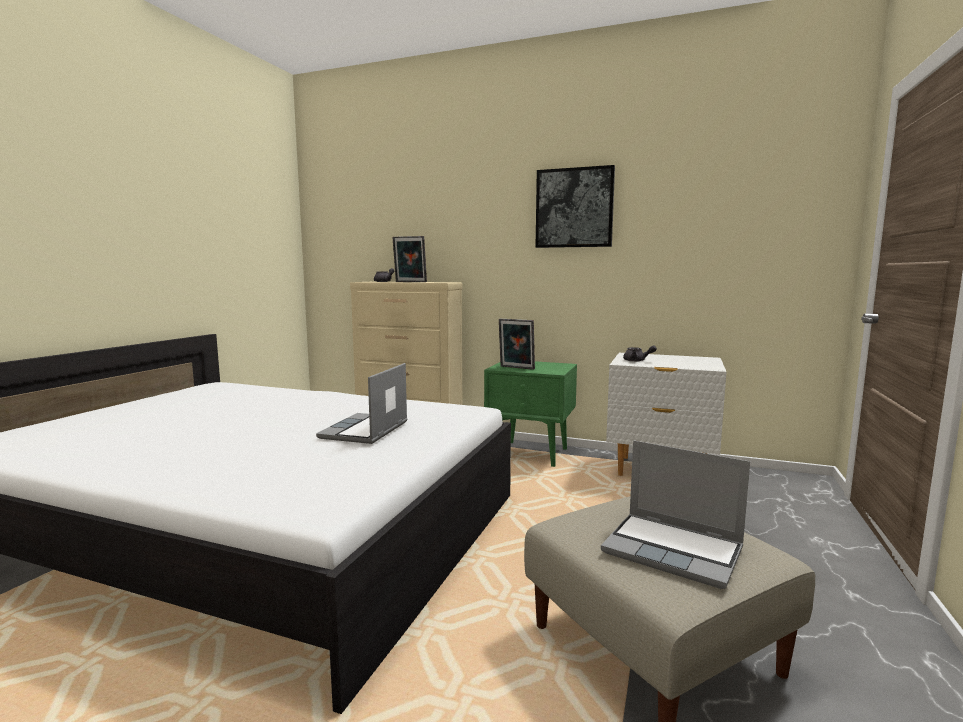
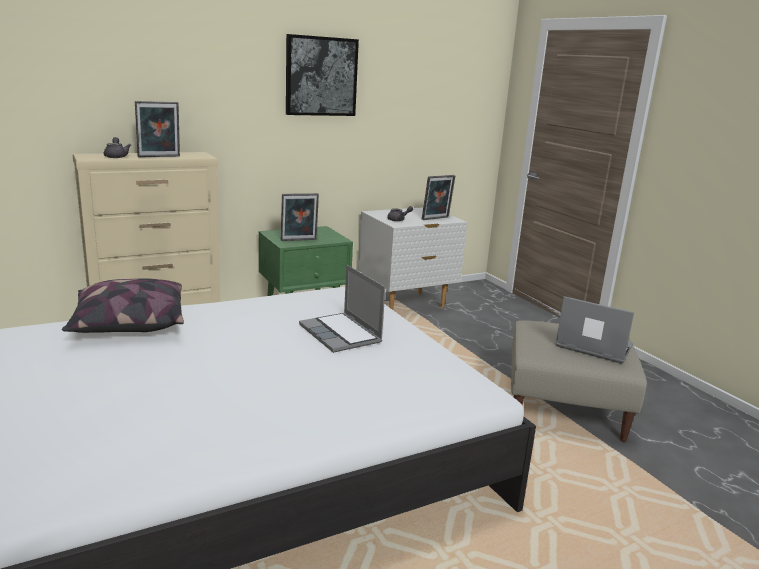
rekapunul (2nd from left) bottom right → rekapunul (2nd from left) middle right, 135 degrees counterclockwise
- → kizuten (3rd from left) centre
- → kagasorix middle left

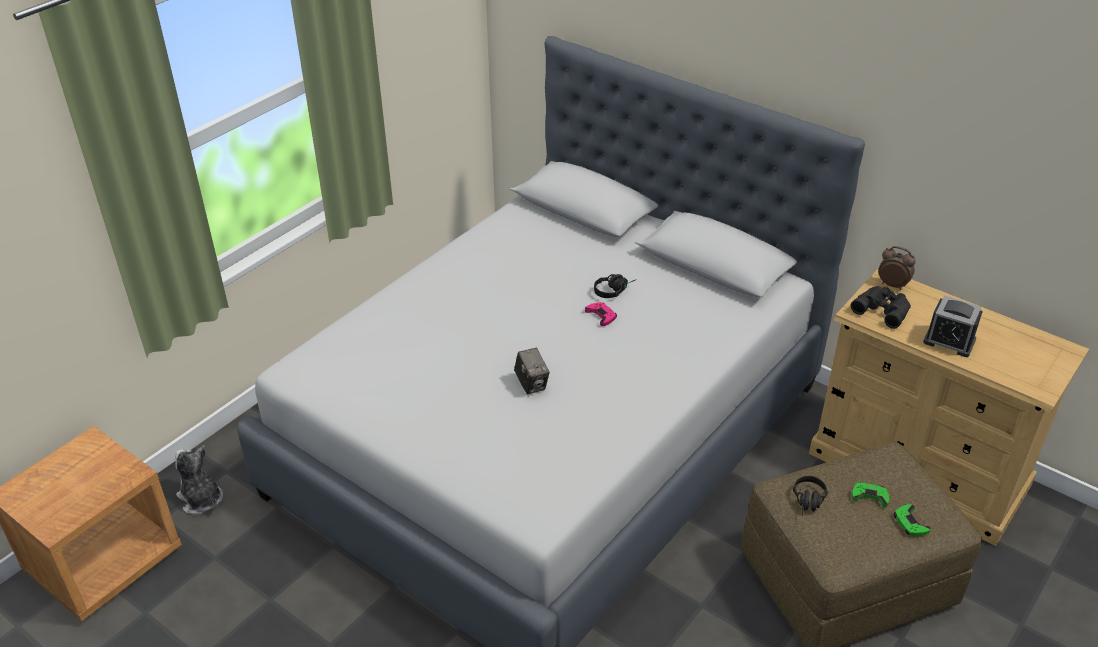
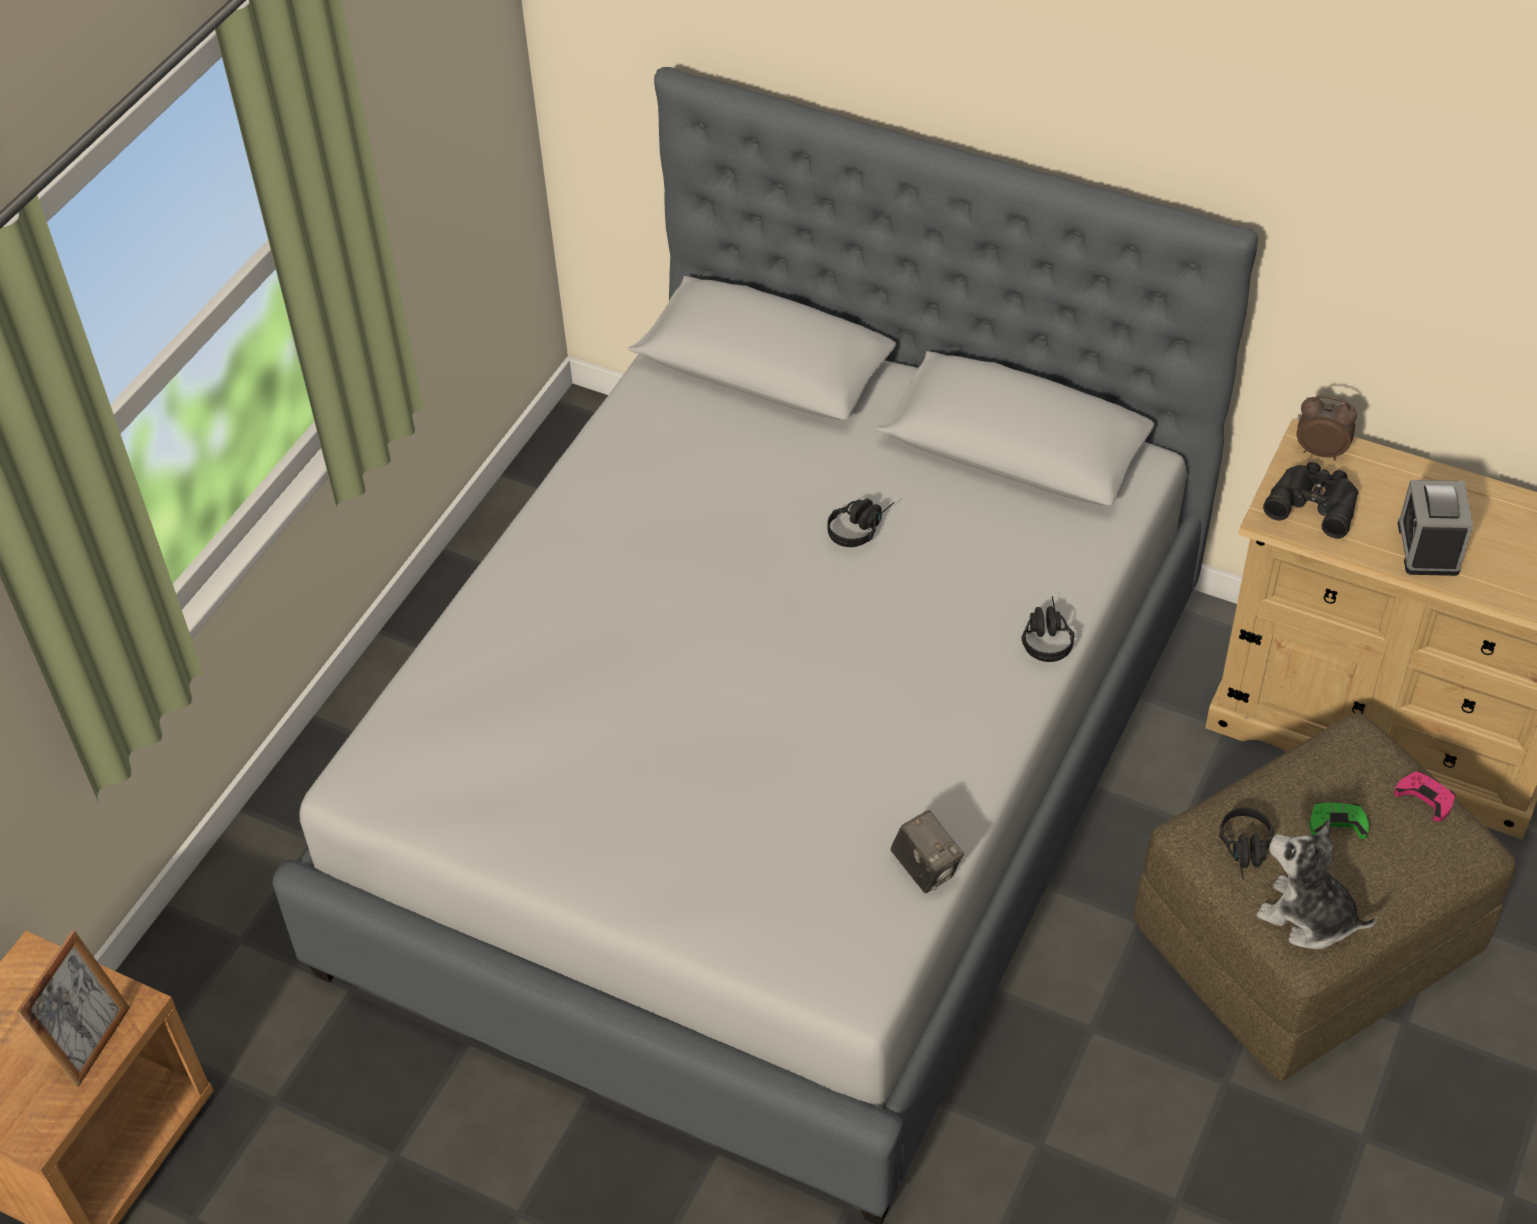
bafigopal (2nd from left) middle right, 75 degrees clockwise
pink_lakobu centre → pink_lakobu middle right, move
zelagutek centre → zelagutek bottom centre, move
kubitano bottom left → kubitano bottom right, move
green_lakobu (2nd from left) bottom right → -
- → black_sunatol (2nd from left) middle right
- → kizuten bottom left

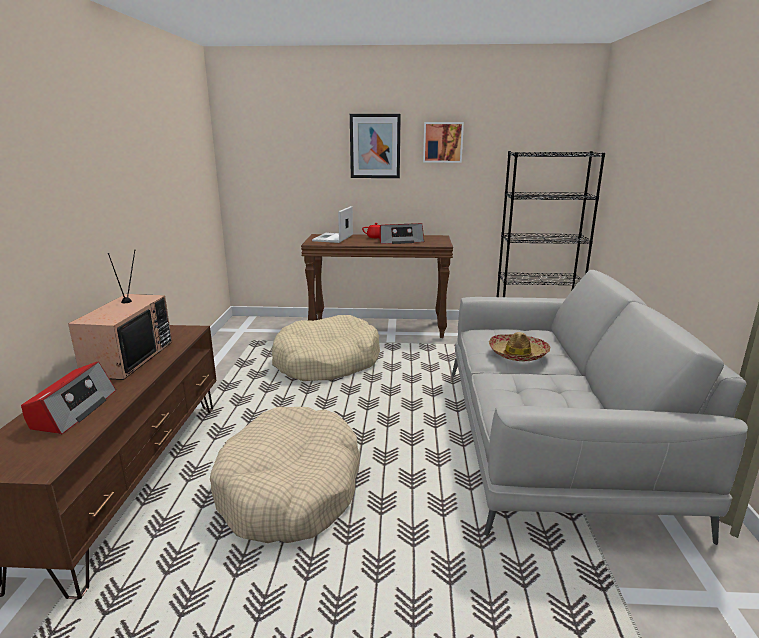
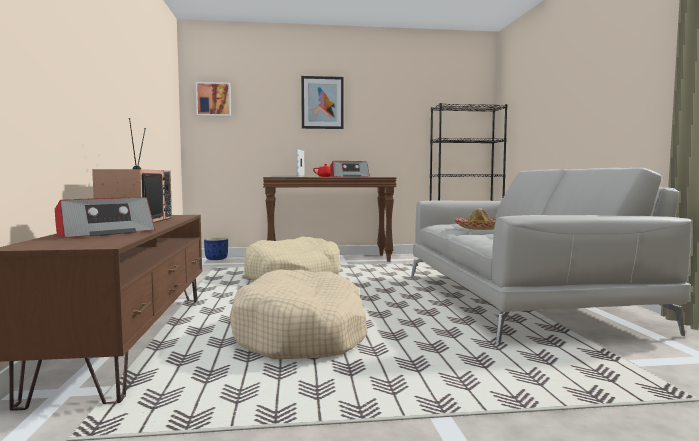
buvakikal (2nd from left in the first image) top centre → buvakikal (1st from left) top left, move
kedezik (1st from left) middle left, 45 degrees clockwise
- → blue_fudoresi middle left

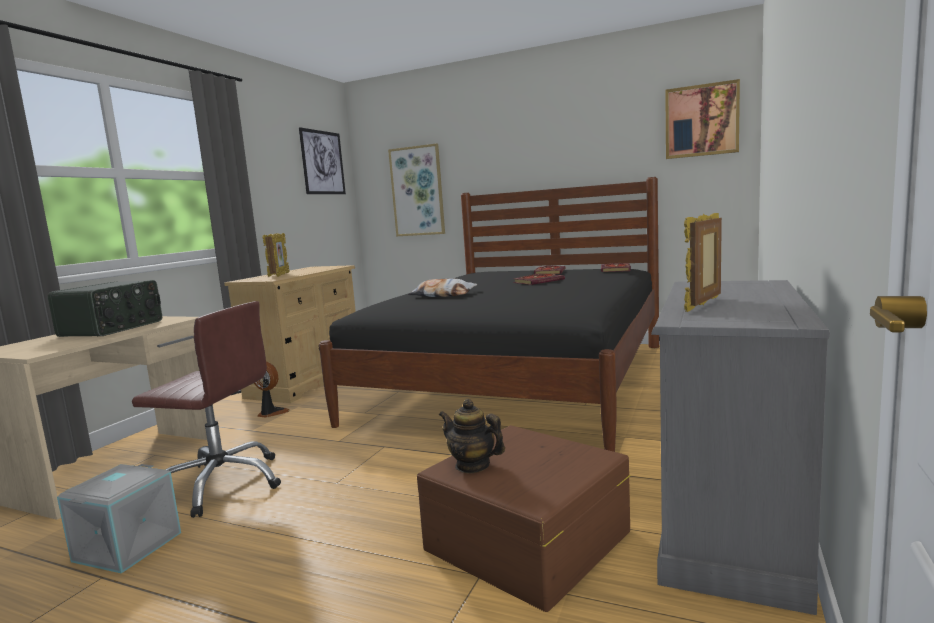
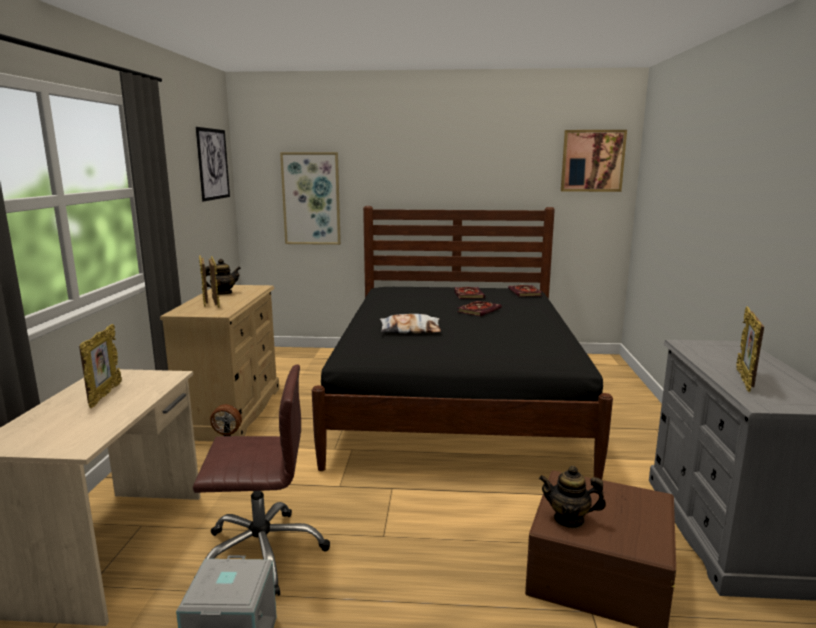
kedezik middle left → kizuten (1st from left) middle left
- → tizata (1st from left) middle left

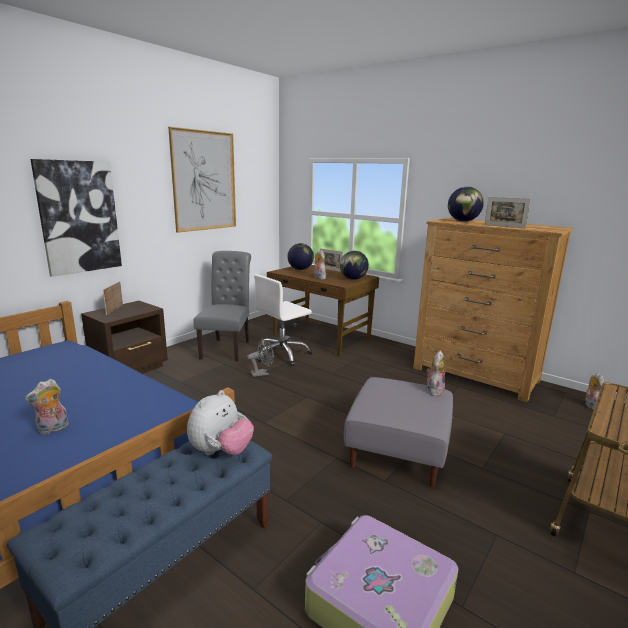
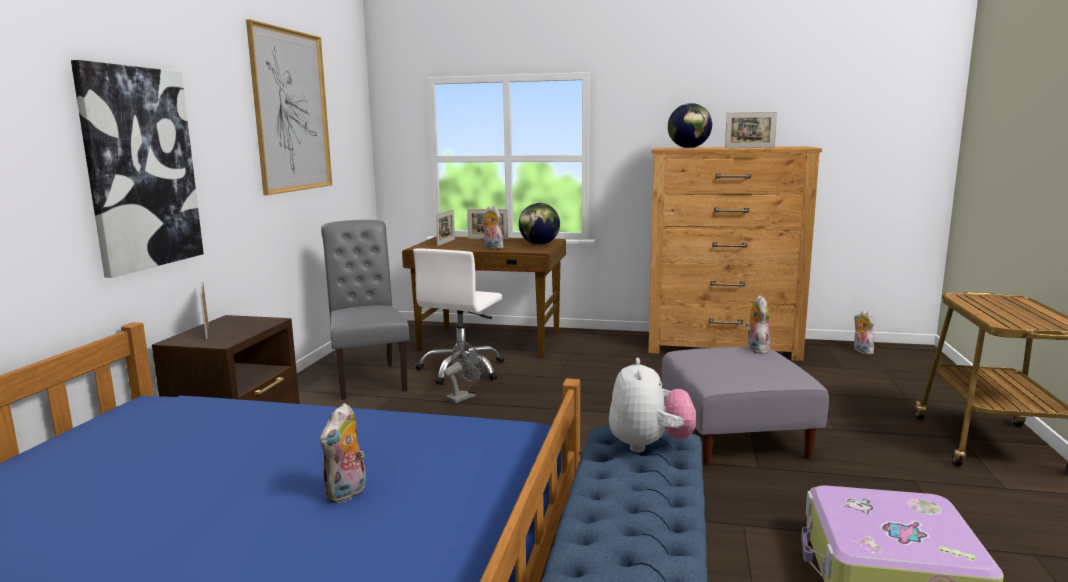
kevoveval (1st from left) centre → kizuten (2nd from left) centre

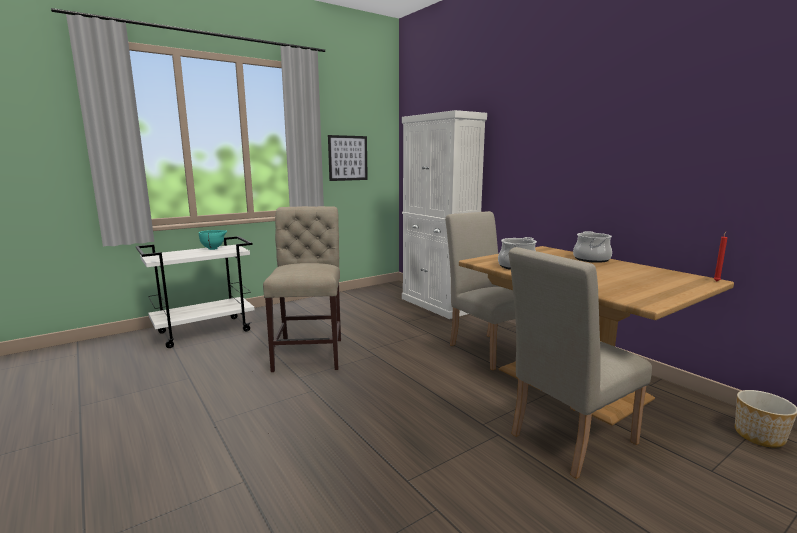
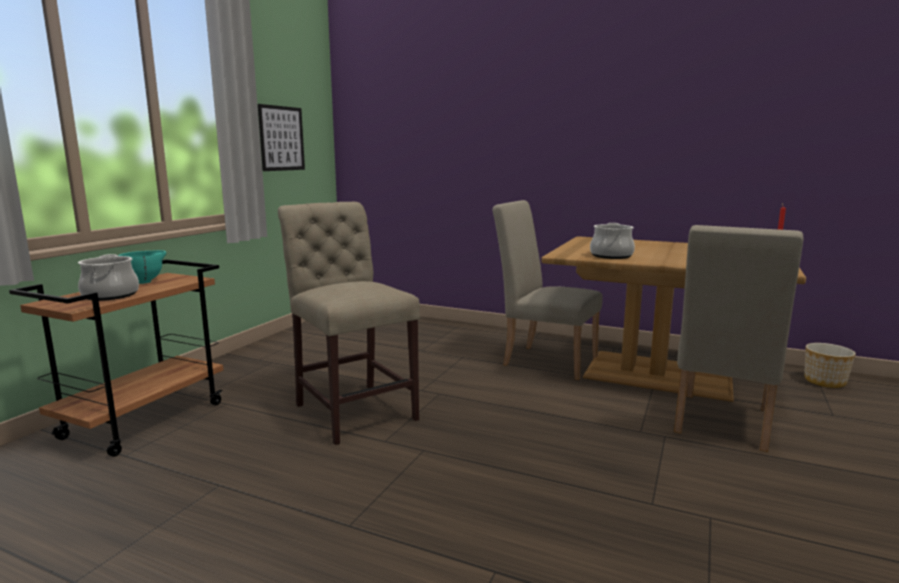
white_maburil centre → -
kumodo (2nd from left in the first image) middle right → kumodo (1st from left) middle left, move
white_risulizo middle left → brown_risulizo middle left

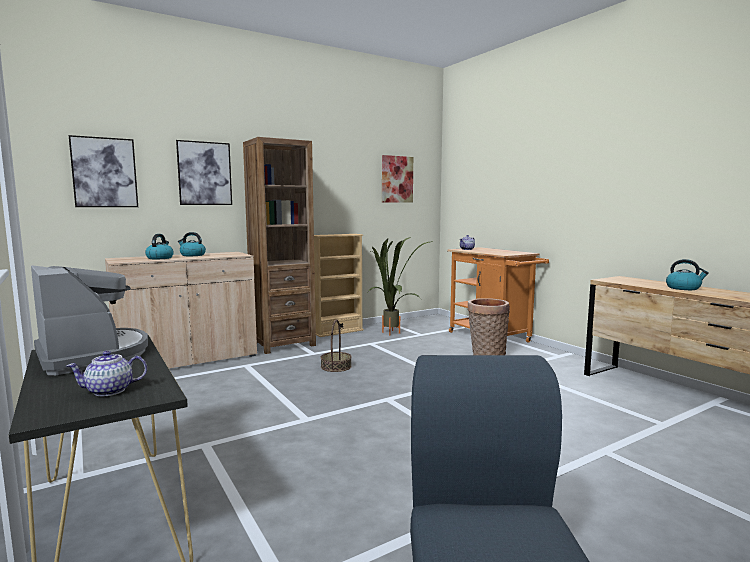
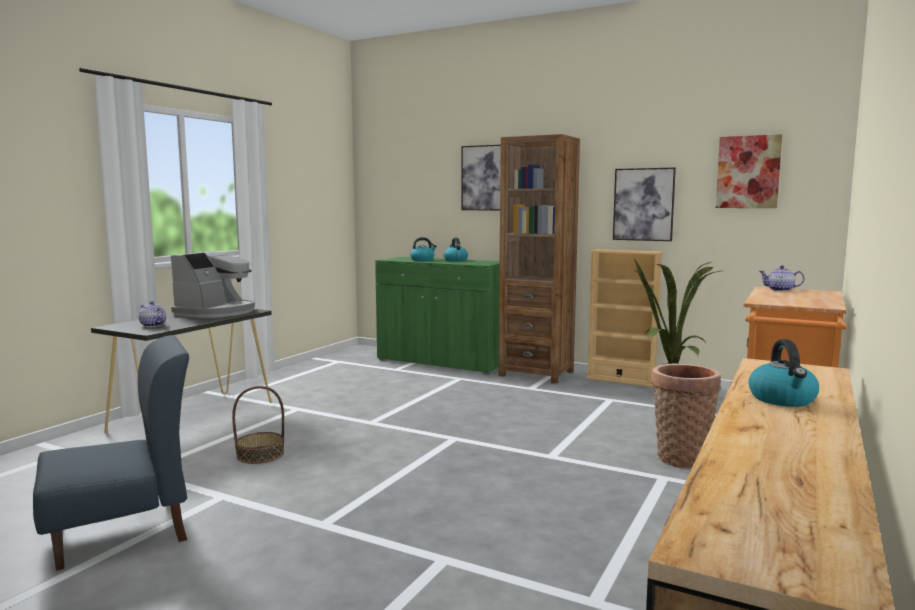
buvakikal (1st from left in the first image) top left → buvakikal (2nd from left) middle right, move
beige_maburil middle left → green_maburil centre
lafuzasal (1st from left) centre → lafuzasal (1st from left) bottom left, move

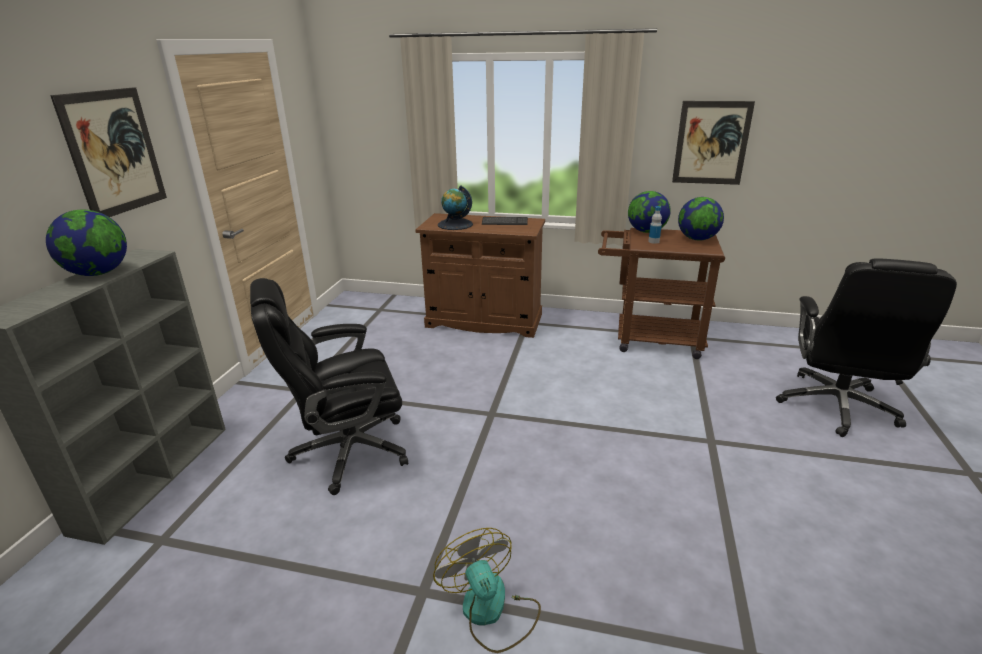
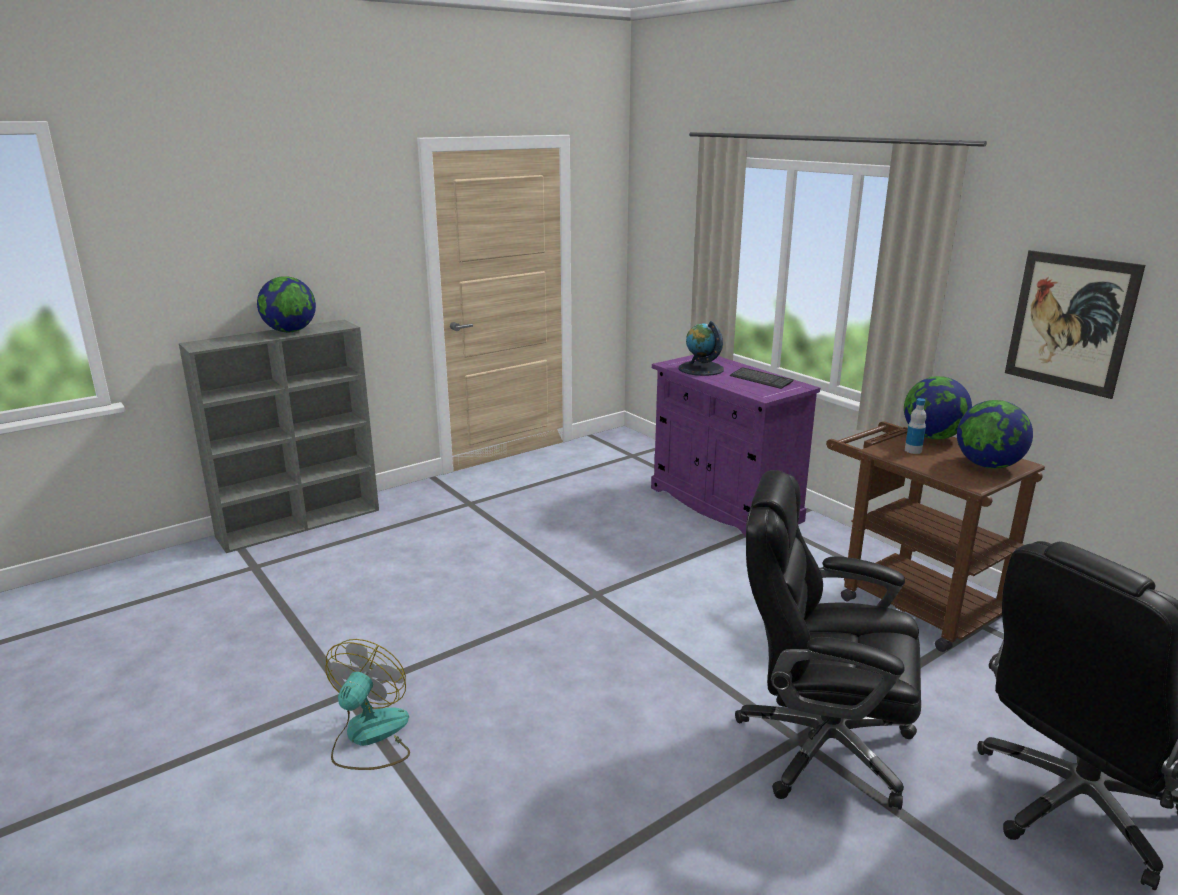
buvakikal (1st from left) top left → -
brown_maburil centre → purple_maburil centre
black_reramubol (1st from left) centre → black_reramubol (1st from left) bottom right, move

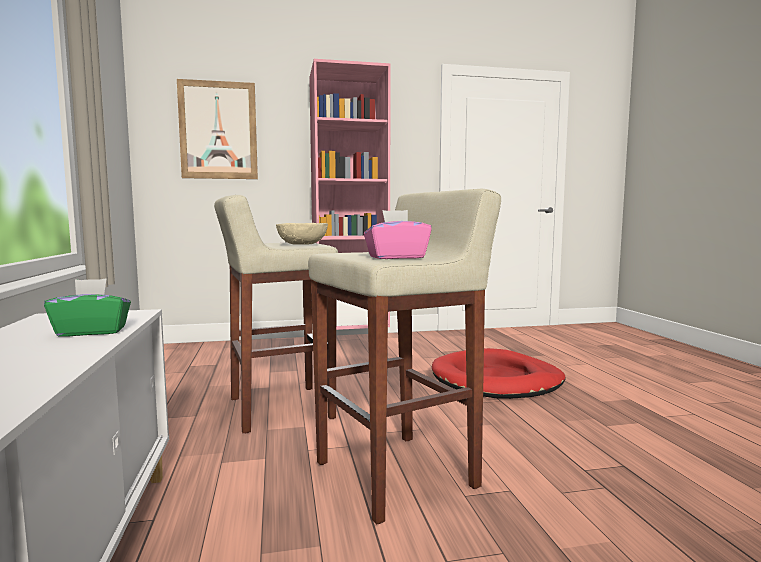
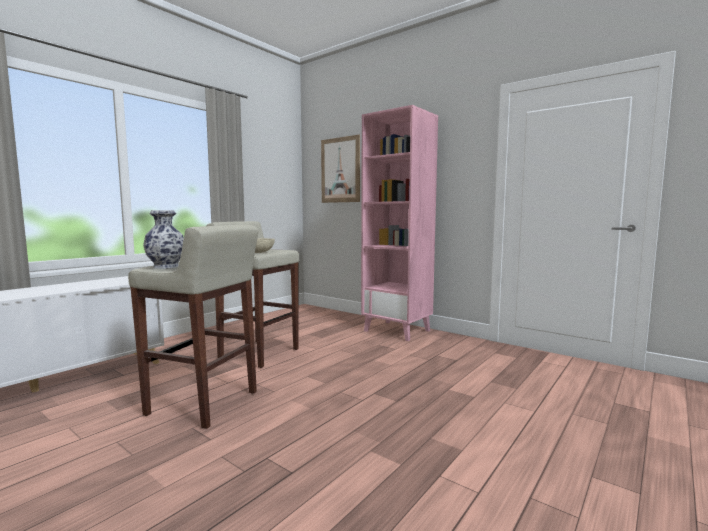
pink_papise centre → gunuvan middle left
green_papise middle left → -
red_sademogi centre → -

